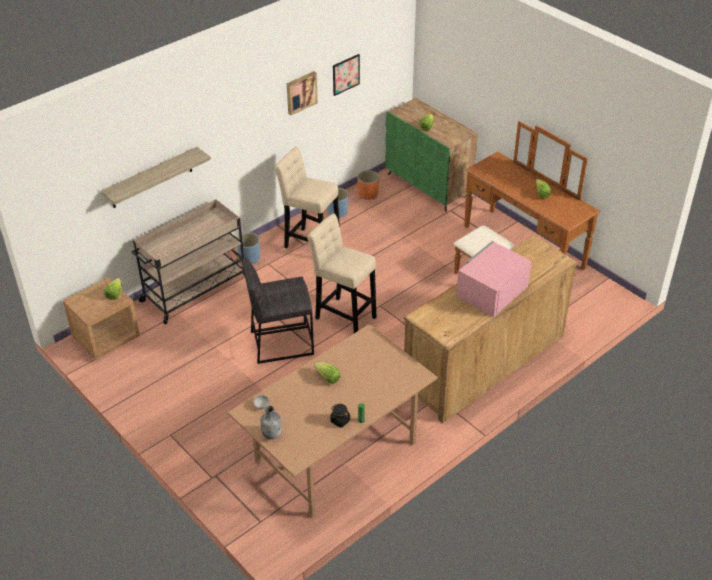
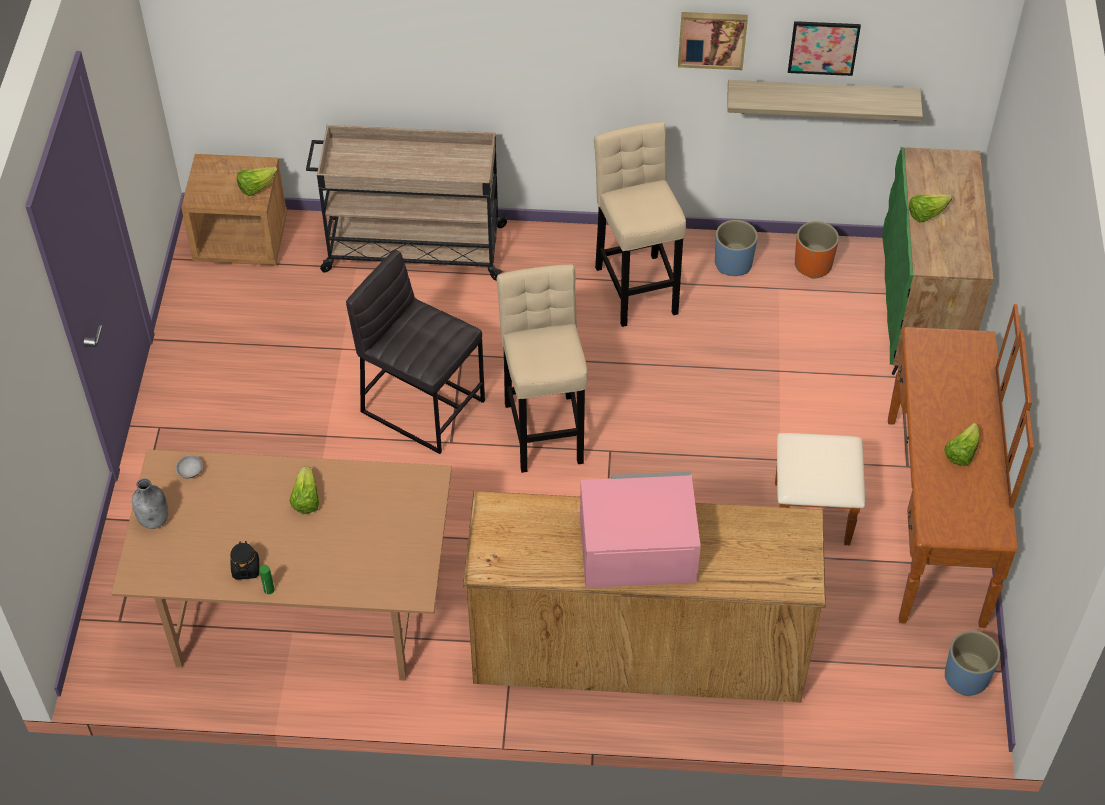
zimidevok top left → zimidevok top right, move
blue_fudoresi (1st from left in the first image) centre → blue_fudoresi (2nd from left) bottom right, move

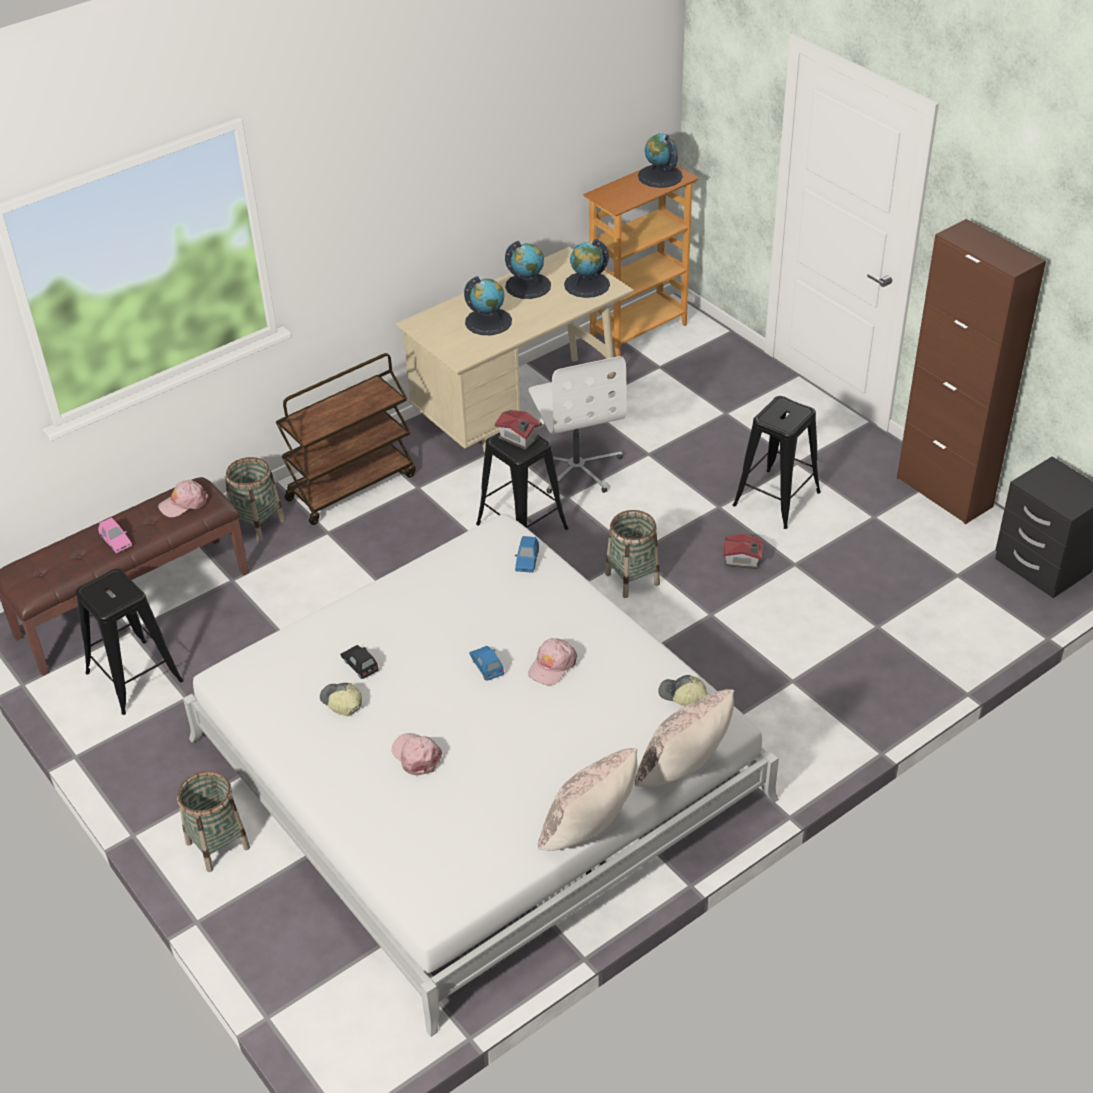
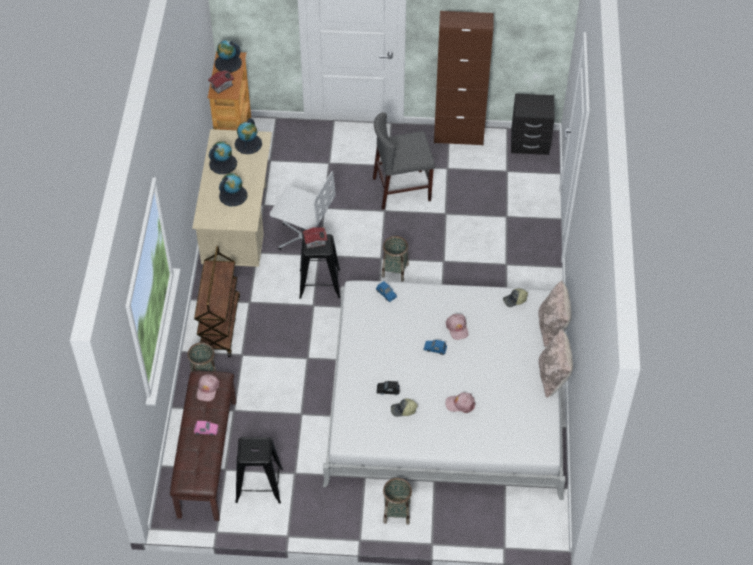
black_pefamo (3rd from left) middle right → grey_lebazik top centre
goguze (2nd from left in the first image) middle right → goguze (1st from left) top left, move

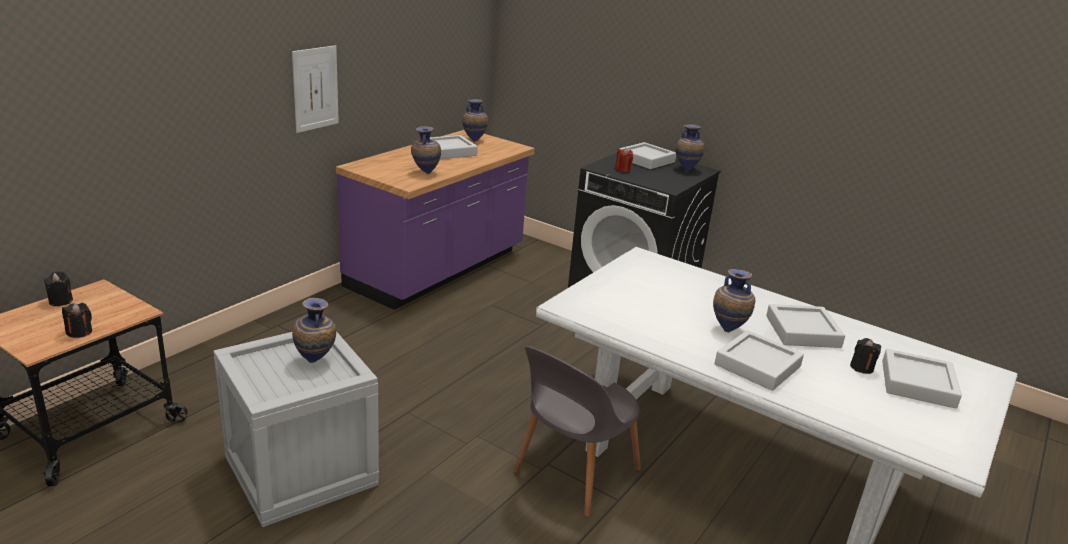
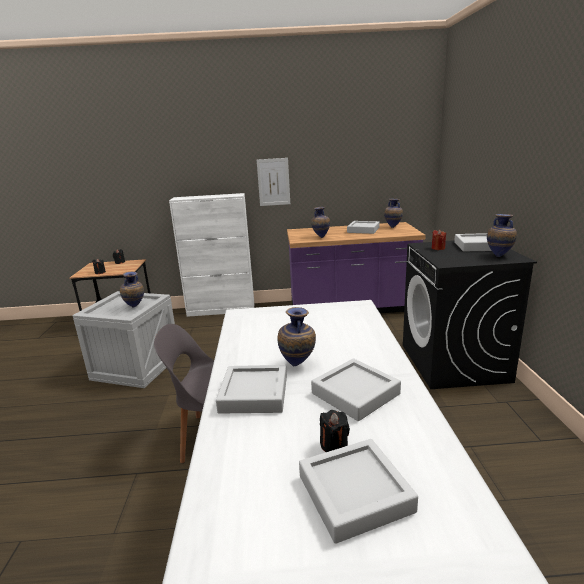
- → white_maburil centre

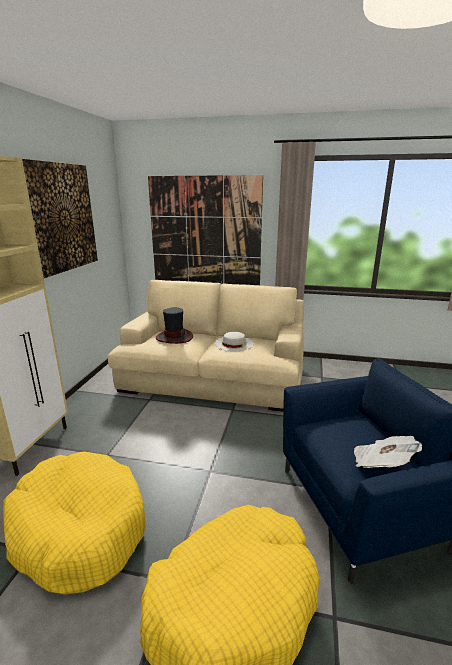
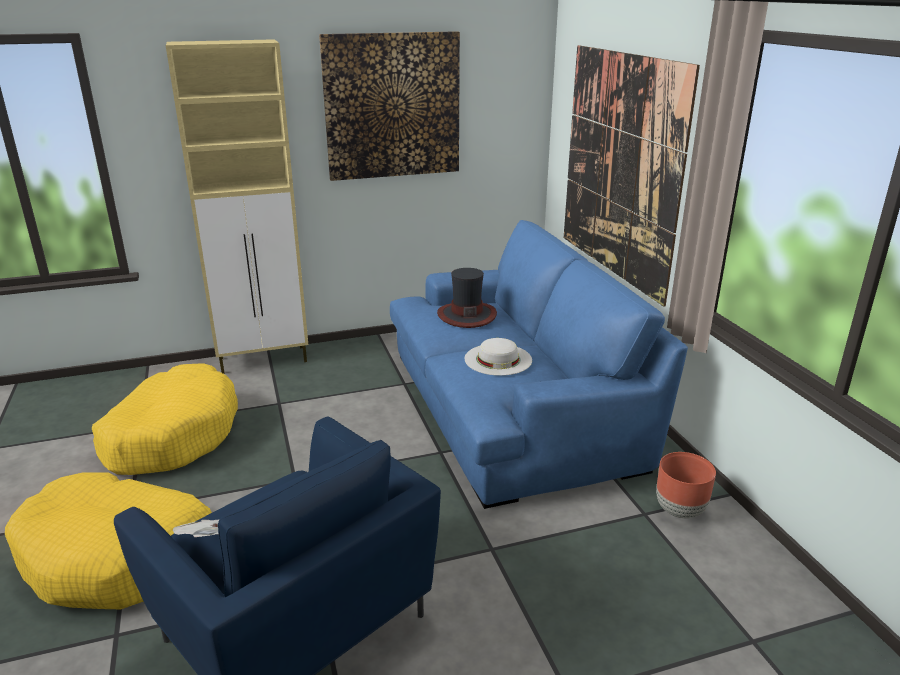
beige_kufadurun centre → blue_kufadurun centre
- → brown_fudoresi bottom right

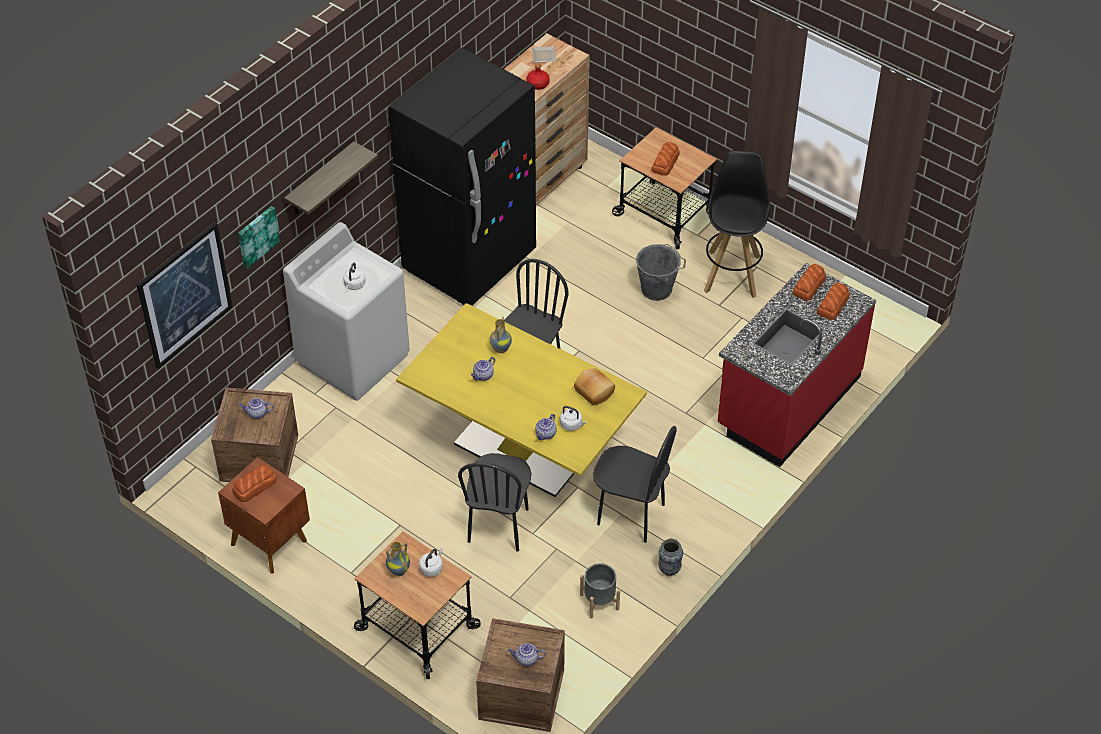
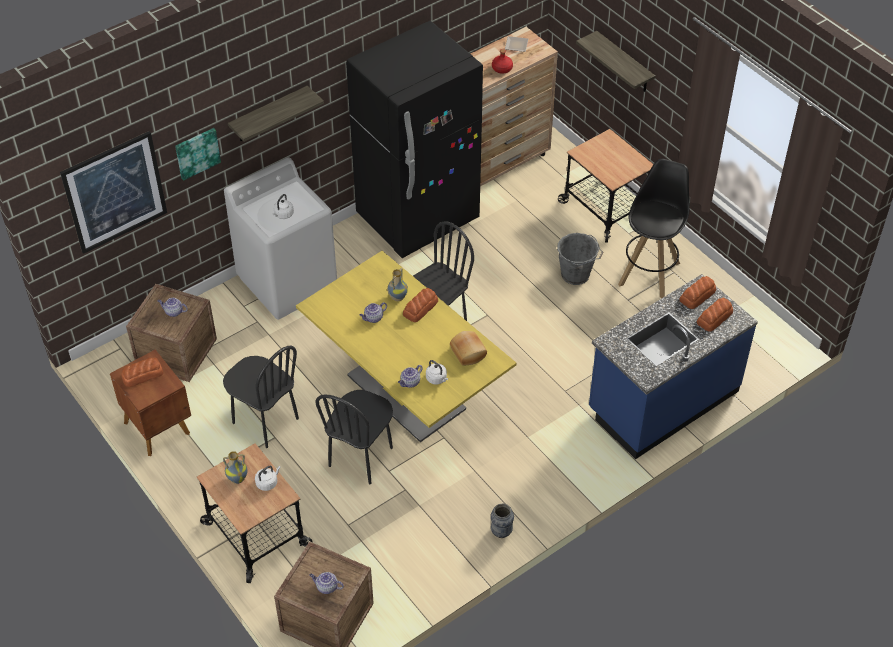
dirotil (3rd from left in the first image) top centre → dirotil (2nd from left) centre, move
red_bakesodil middle right → blue_bakesodil middle right
black_lebazik (3rd from left in the first image) centre → black_lebazik (1st from left) middle left, move
grey_fudoresi bottom centre → -
- → zimidevok (2nd from left) top right

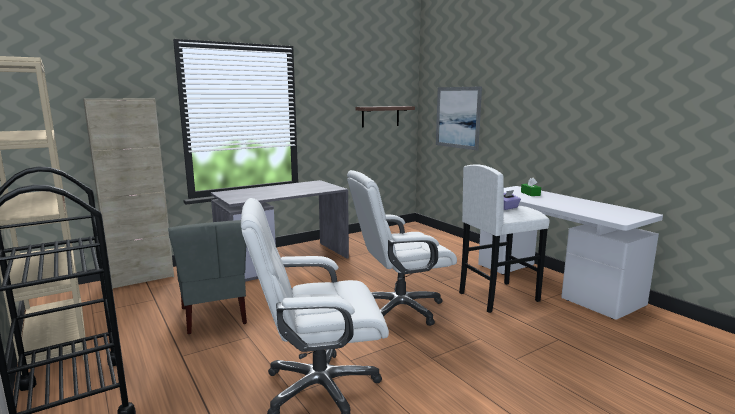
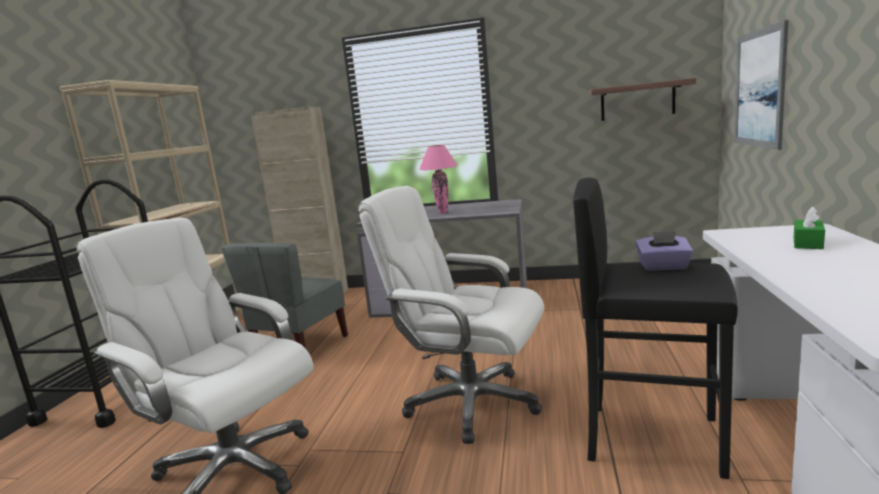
white_pefamo middle right → black_pefamo middle right
- → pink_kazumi centre

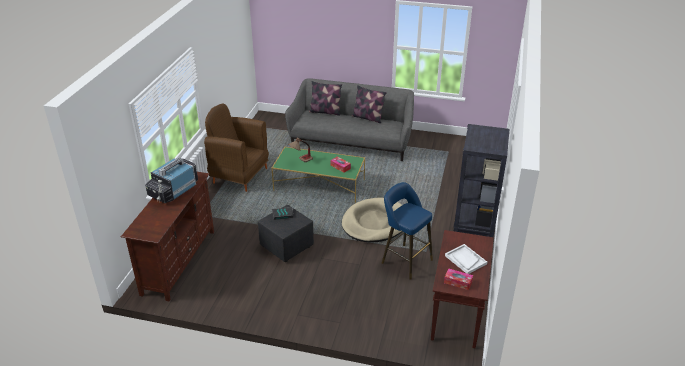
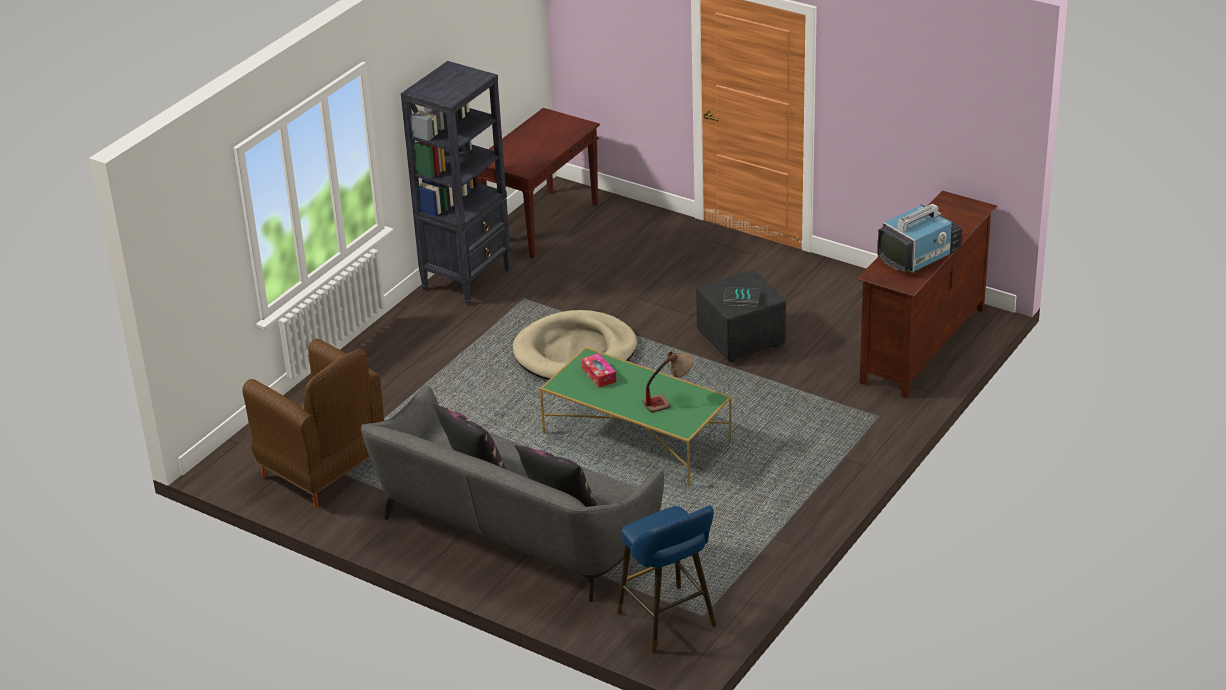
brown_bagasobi centre → brown_bagasobi middle left, move
blue_pefamo centre → blue_pefamo bottom centre, move
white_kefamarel bottom right → -
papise (2nd from left) bottom right → -

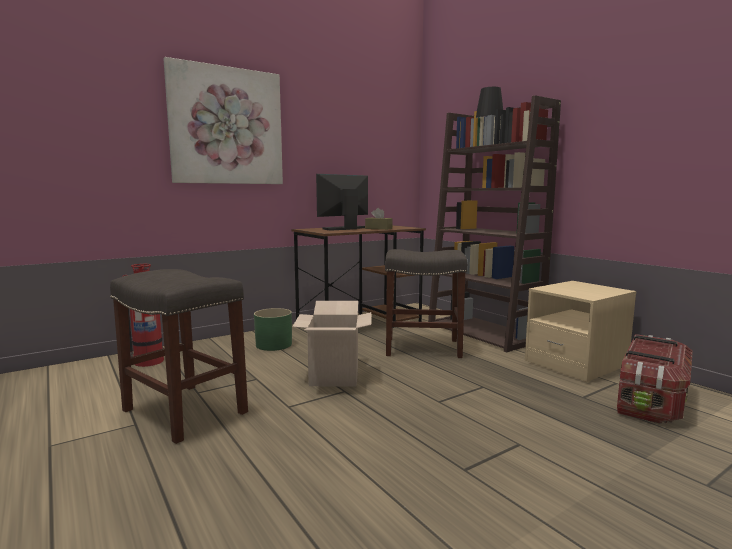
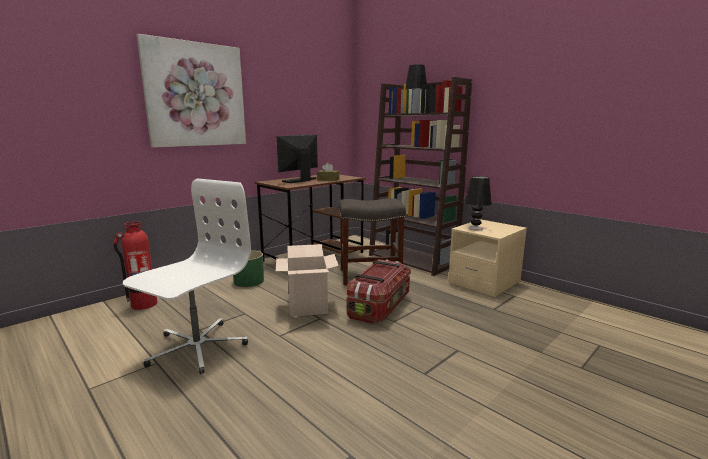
grey_pefamo (1st from left) middle left → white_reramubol middle left
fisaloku bottom right → fisaloku centre, move
- → black_kazumi (2nd from left) middle right

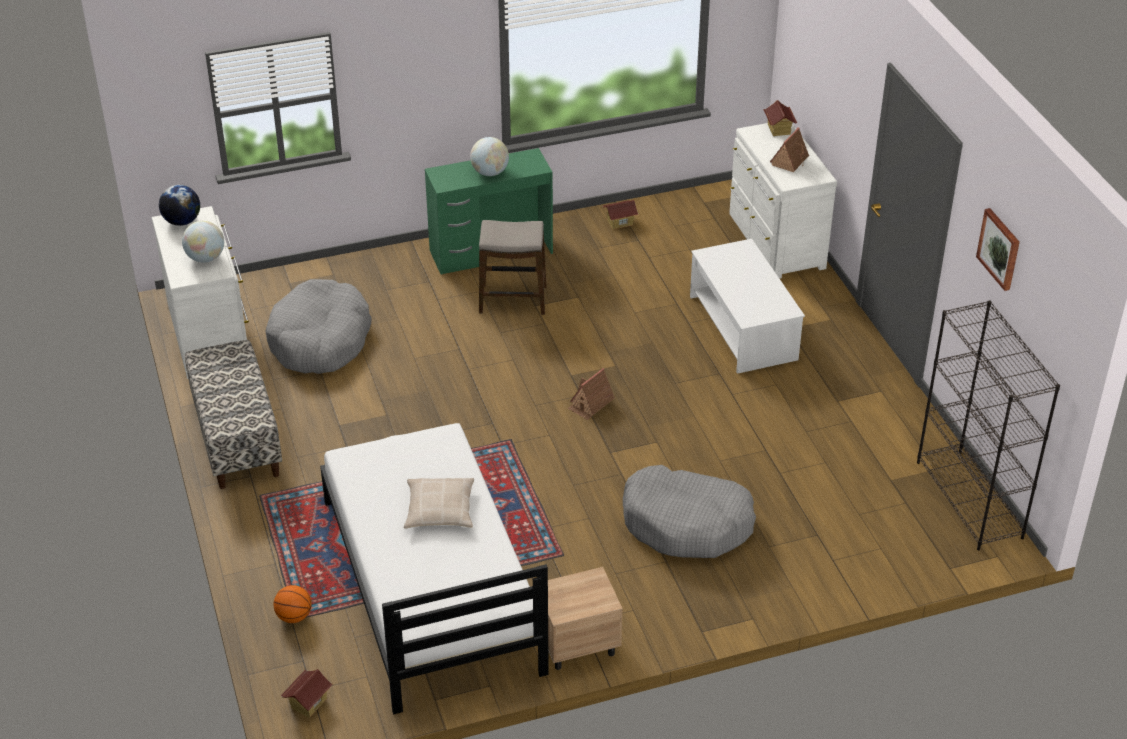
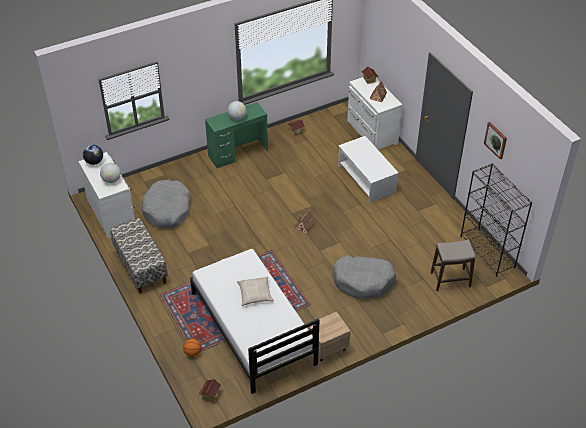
pefamo centre → pefamo middle right, move

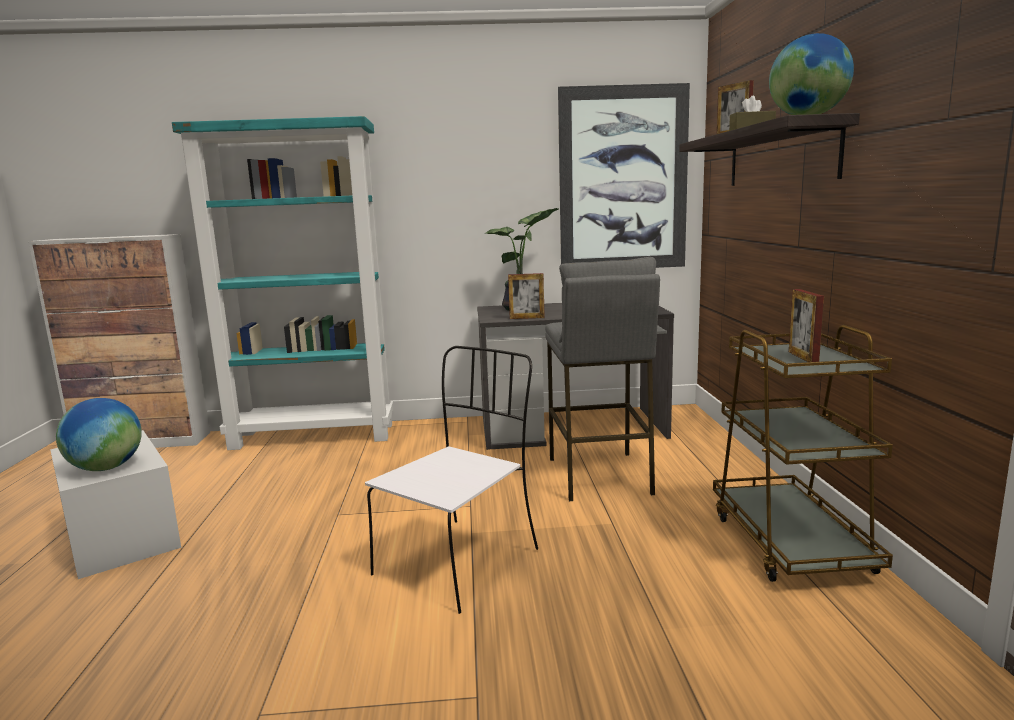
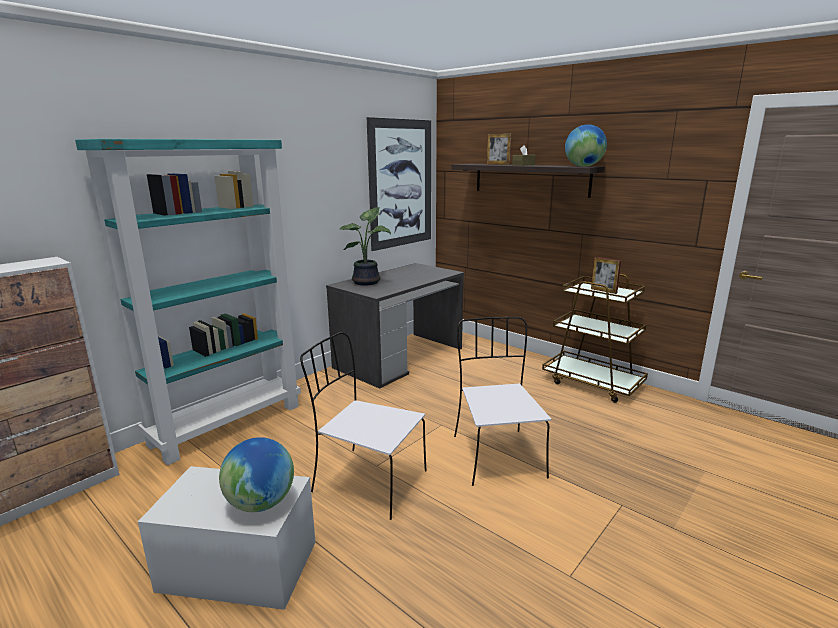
grey_pefamo centre → -
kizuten (1st from left) centre → -
- → white_lebazik (1st from left) bottom centre

